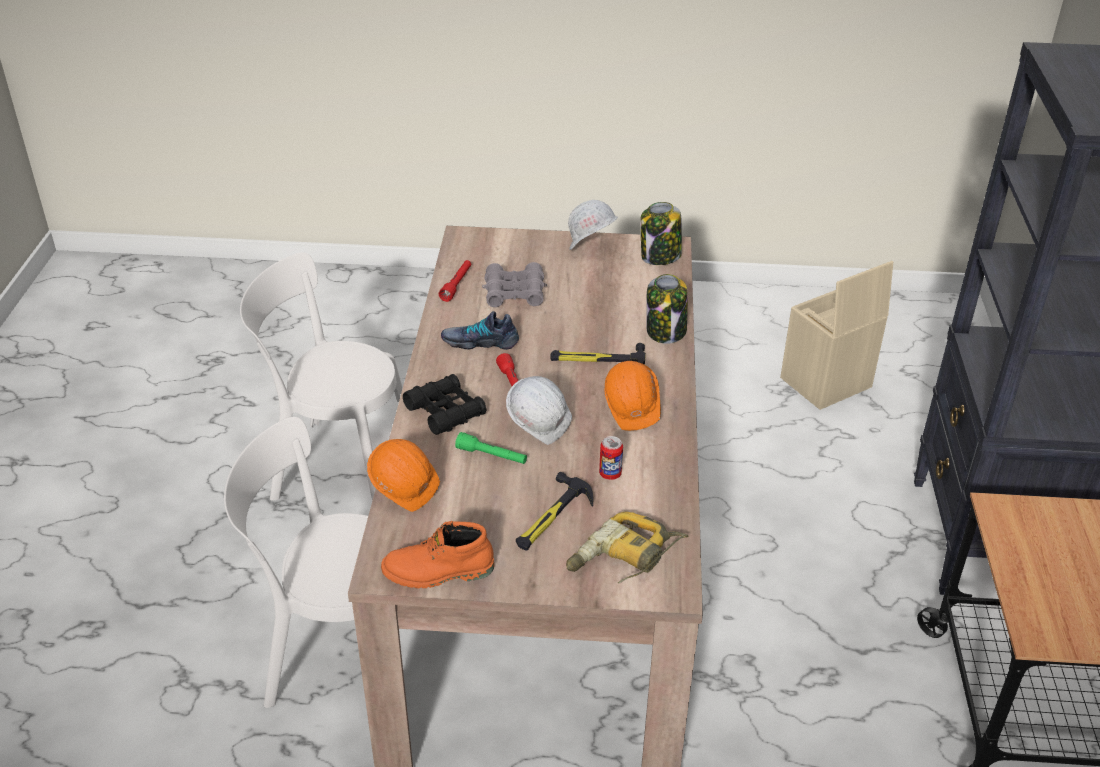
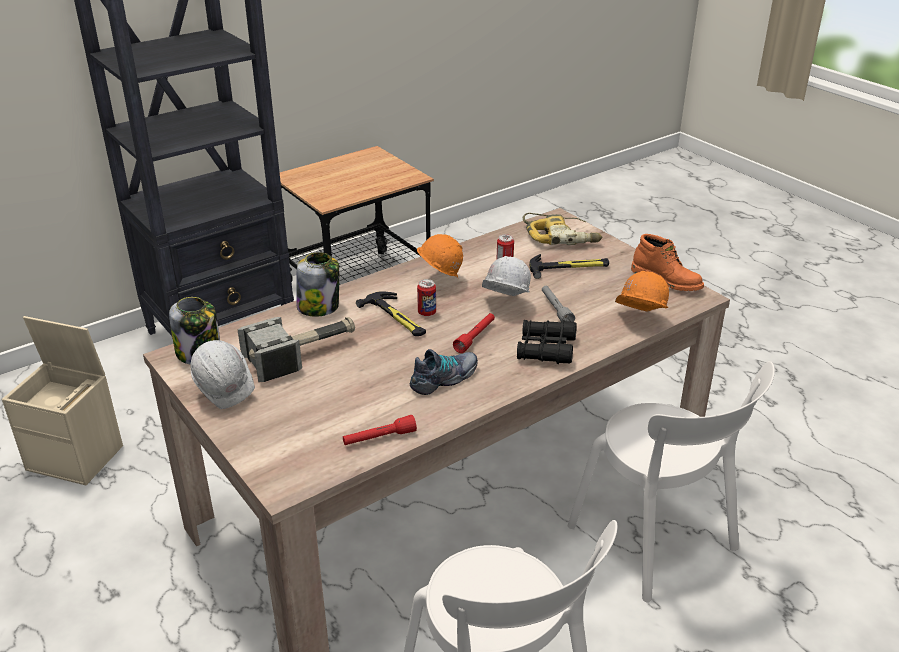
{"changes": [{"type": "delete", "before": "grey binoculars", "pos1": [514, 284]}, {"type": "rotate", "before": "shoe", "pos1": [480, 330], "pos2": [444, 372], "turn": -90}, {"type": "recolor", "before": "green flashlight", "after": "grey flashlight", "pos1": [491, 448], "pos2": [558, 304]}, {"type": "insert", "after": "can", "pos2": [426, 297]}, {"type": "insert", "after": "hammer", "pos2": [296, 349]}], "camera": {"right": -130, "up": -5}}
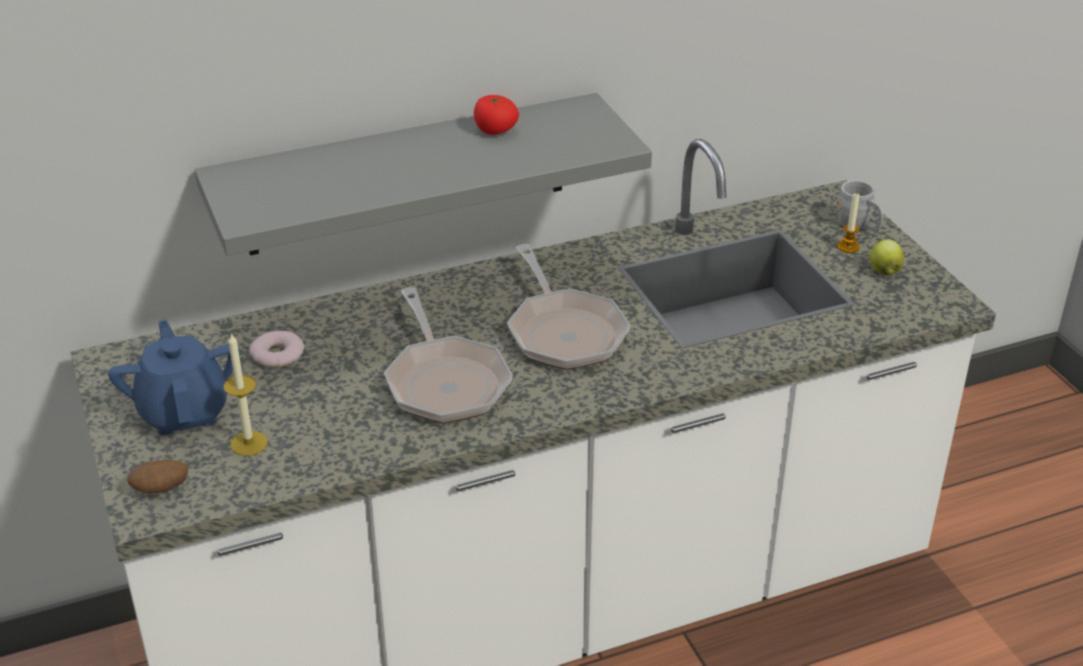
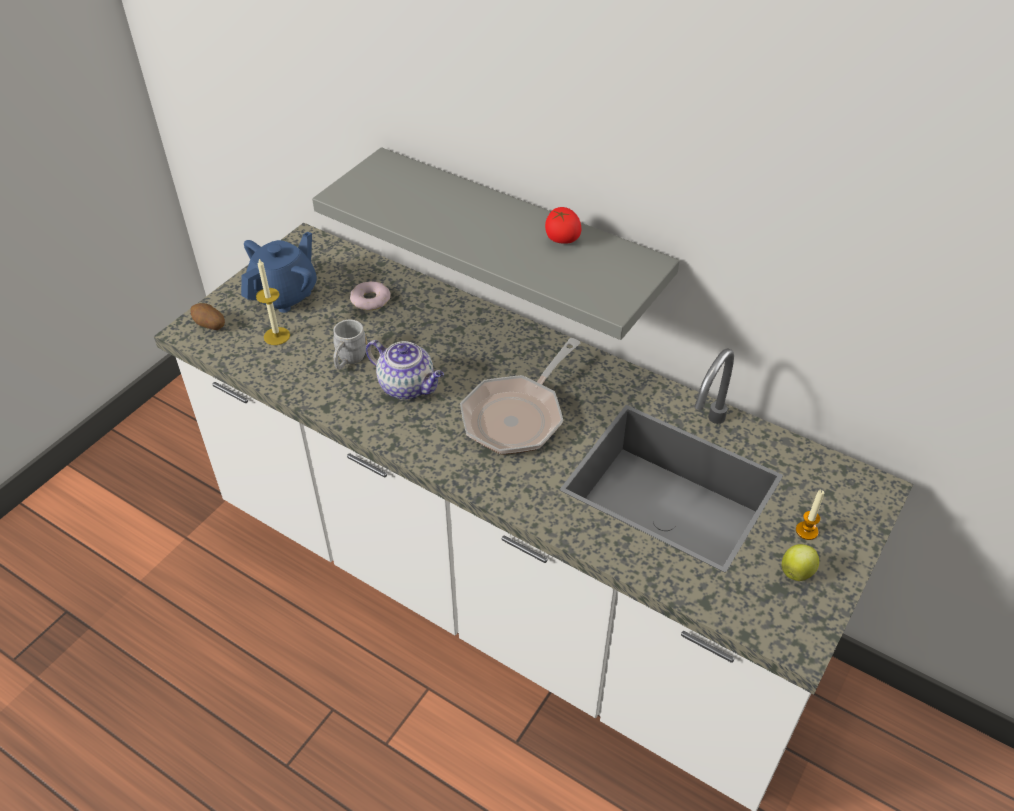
{"changes": [{"type": "move", "before": "grey mug", "pos1": [860, 205], "pos2": [350, 345]}, {"type": "replace", "before": "frying pan", "after": "teapot", "pos1": [448, 355], "pos2": [405, 370]}], "camera": {"right": 55, "up": 10}}
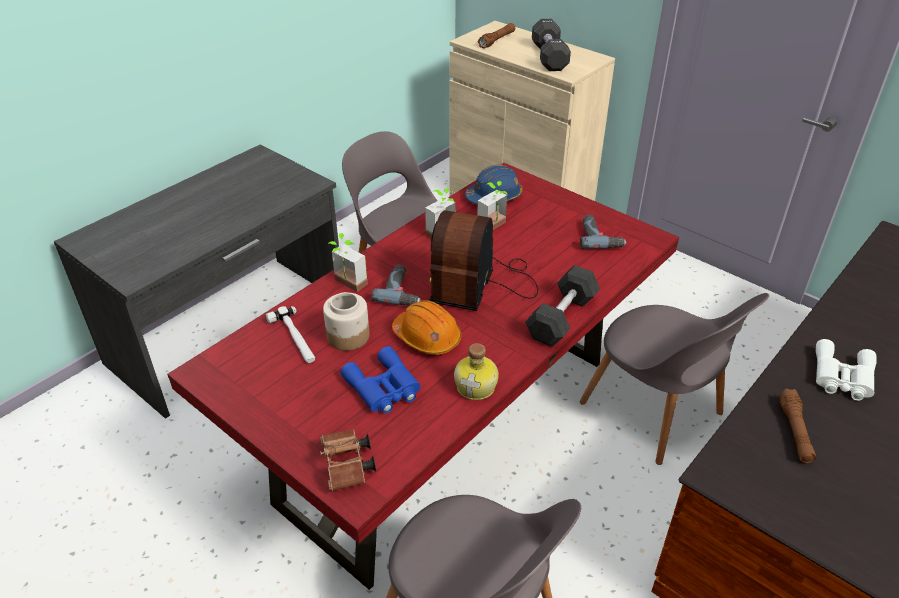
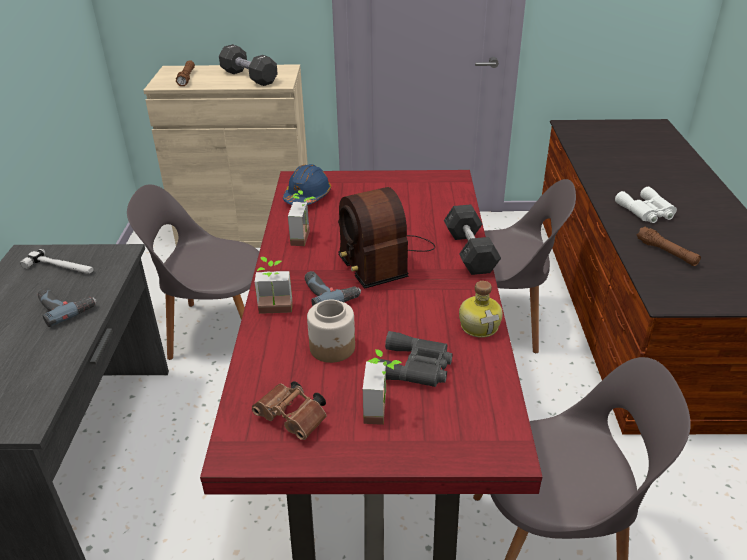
{"changes": [{"type": "move", "before": "potted plant", "pos1": [492, 205], "pos2": [382, 387]}, {"type": "move", "before": "power drill", "pos1": [603, 232], "pos2": [67, 307]}, {"type": "delete", "before": "orange hard hat", "pos1": [427, 327]}, {"type": "move", "before": "hammer", "pos1": [290, 334], "pos2": [57, 261]}, {"type": "recolor", "before": "blue binoculars", "after": "grey binoculars", "pos1": [381, 379], "pos2": [415, 359]}, {"type": "move", "before": "brown binoculars", "pos1": [348, 460], "pos2": [289, 410]}], "camera": {"right": -40, "up": -5}}
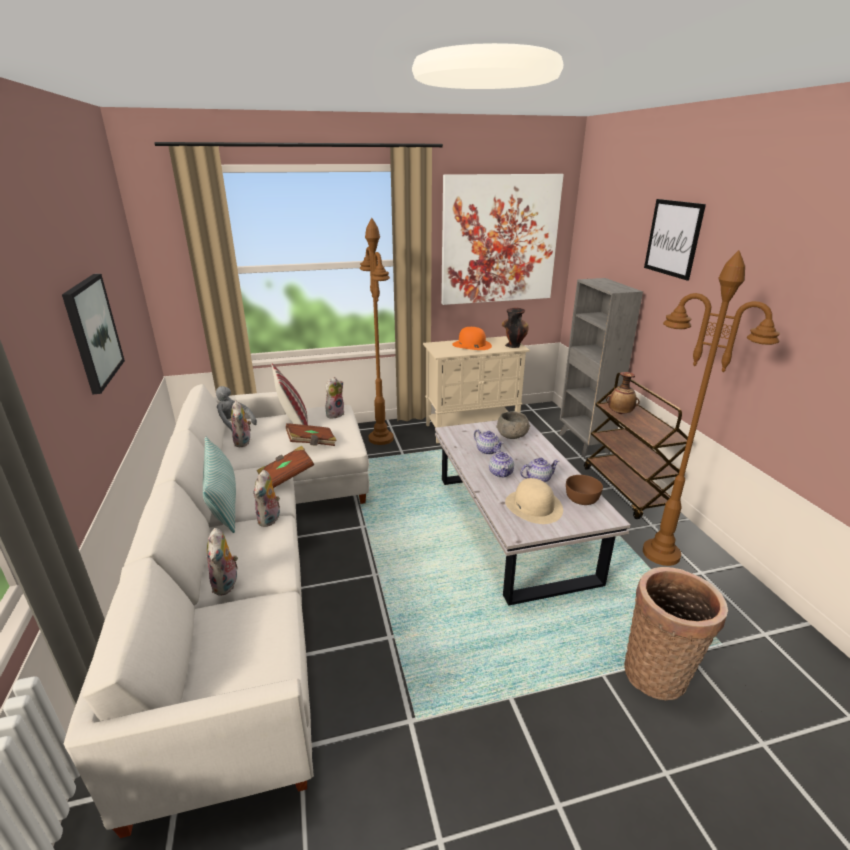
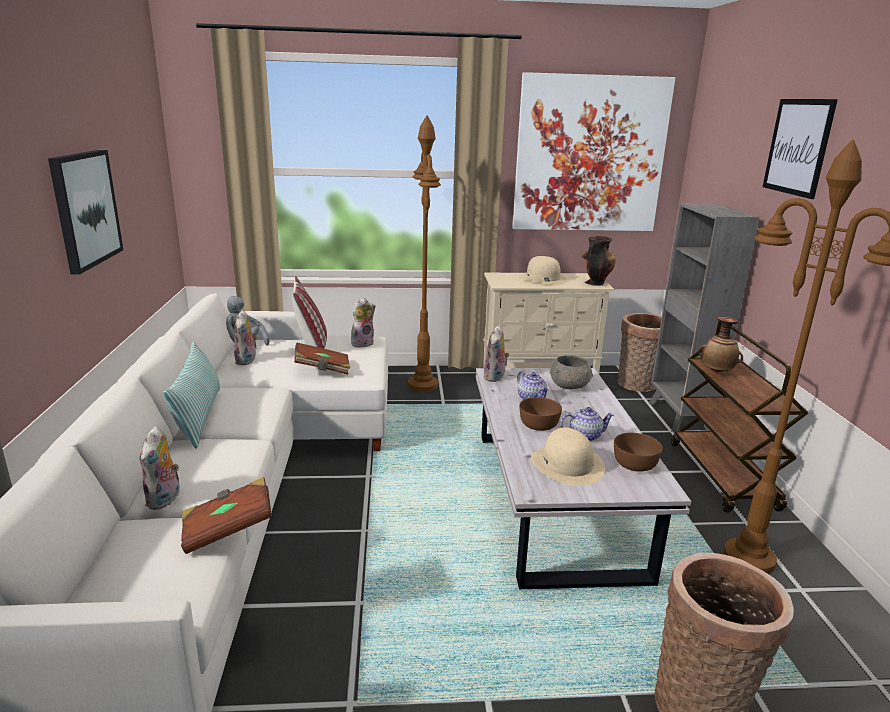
{"changes": [{"type": "recolor", "before": "orange hat", "after": "beige hat", "pos1": [472, 338], "pos2": [543, 270]}, {"type": "move", "before": "brown book", "pos1": [285, 467], "pos2": [226, 515]}, {"type": "replace", "before": "teapot", "after": "brown bowl", "pos1": [501, 463], "pos2": [540, 414]}, {"type": "move", "before": "plush toy", "pos1": [267, 498], "pos2": [496, 353]}, {"type": "insert", "after": "basket", "pos2": [640, 352]}], "camera": {"right": 10, "up": -5}}
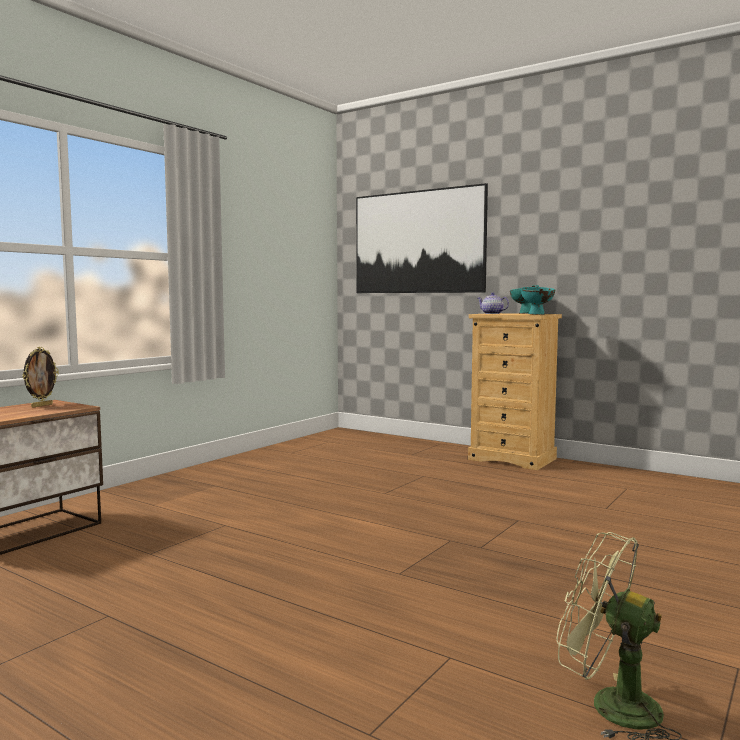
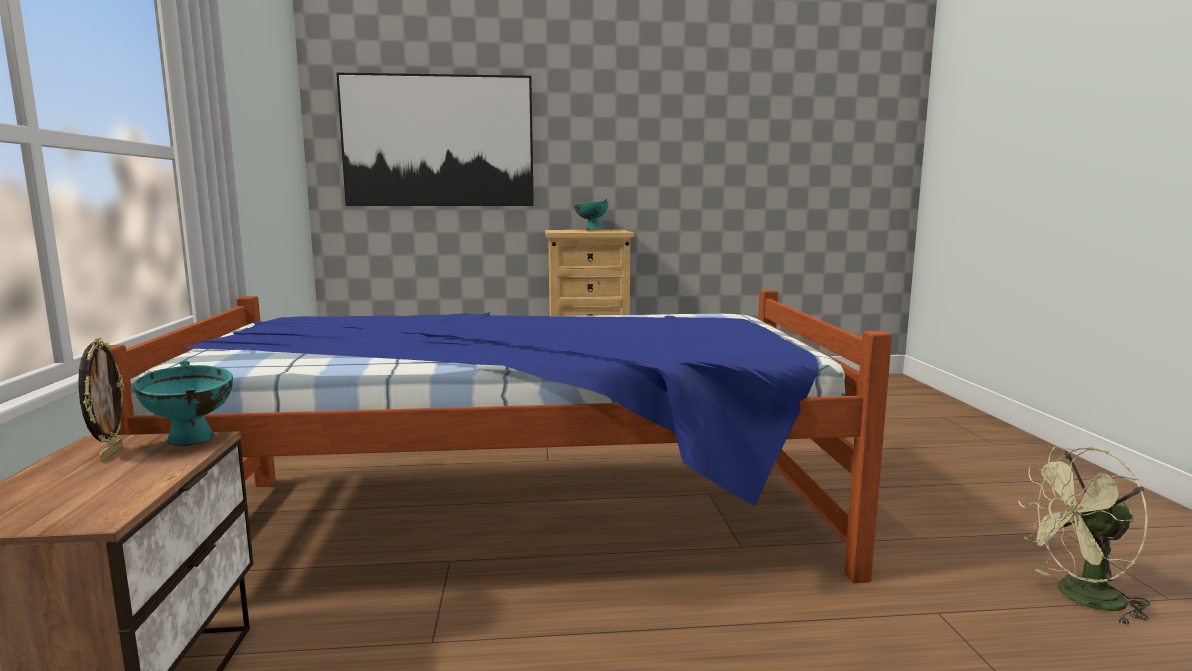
{"changes": [{"type": "move", "before": "turquoise bowl", "pos1": [538, 300], "pos2": [183, 403]}, {"type": "delete", "before": "teapot", "pos1": [493, 303]}, {"type": "insert", "after": "bed", "pos2": [500, 436]}], "camera": {"right": -40, "up": 5}}
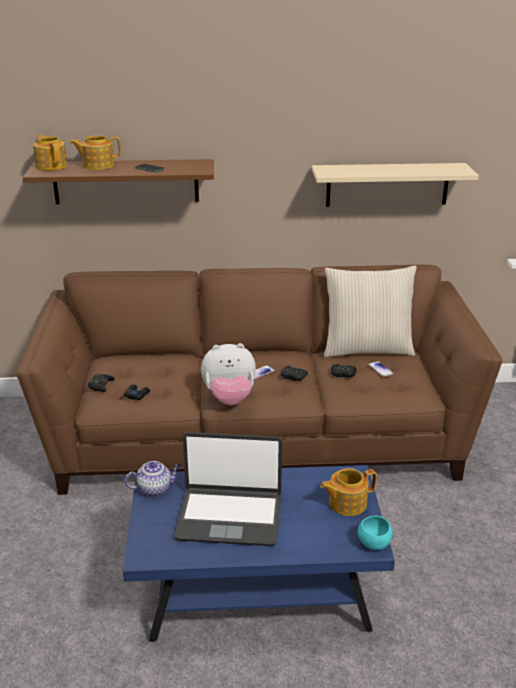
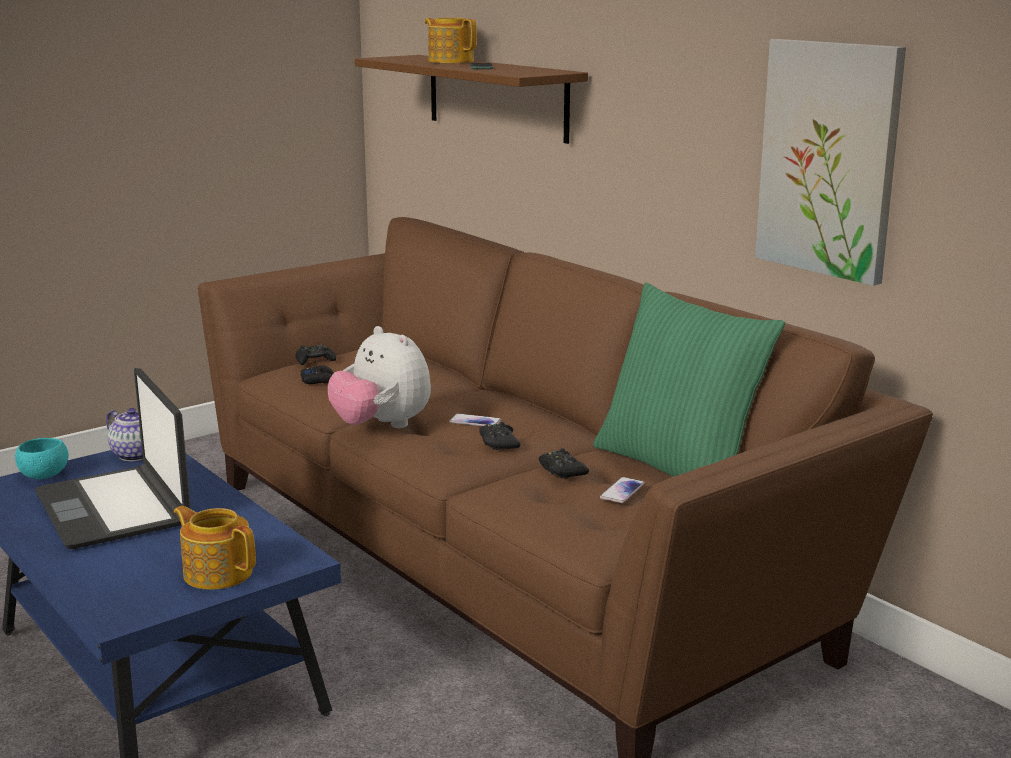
{"changes": [{"type": "delete", "before": "teapot", "pos1": [50, 153]}, {"type": "replace", "before": "beige shelf", "after": "picture", "pos1": [395, 185], "pos2": [830, 162]}, {"type": "recolor", "before": "beige pillow", "after": "green pillow", "pos1": [370, 311], "pos2": [689, 380]}, {"type": "move", "before": "turquoise bowl", "pos1": [375, 533], "pos2": [42, 458]}], "camera": {"right": 55, "up": -10}}
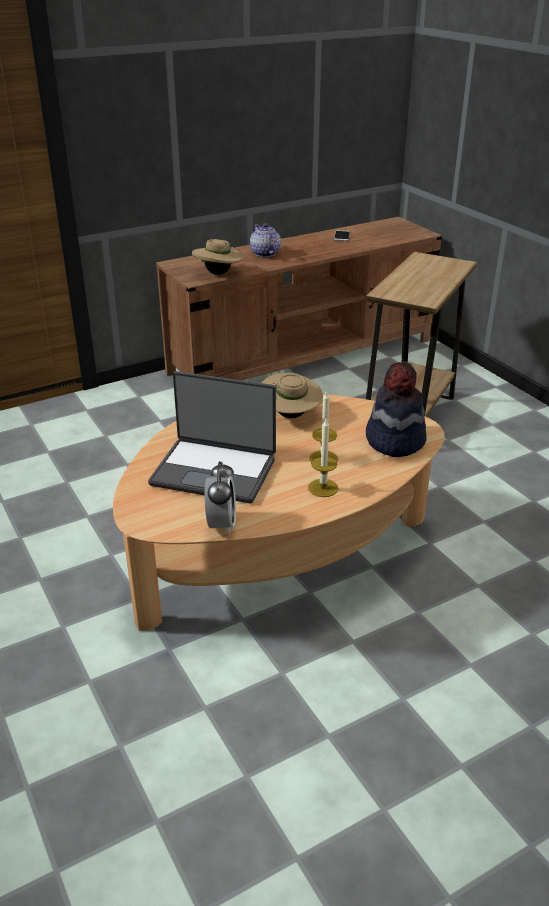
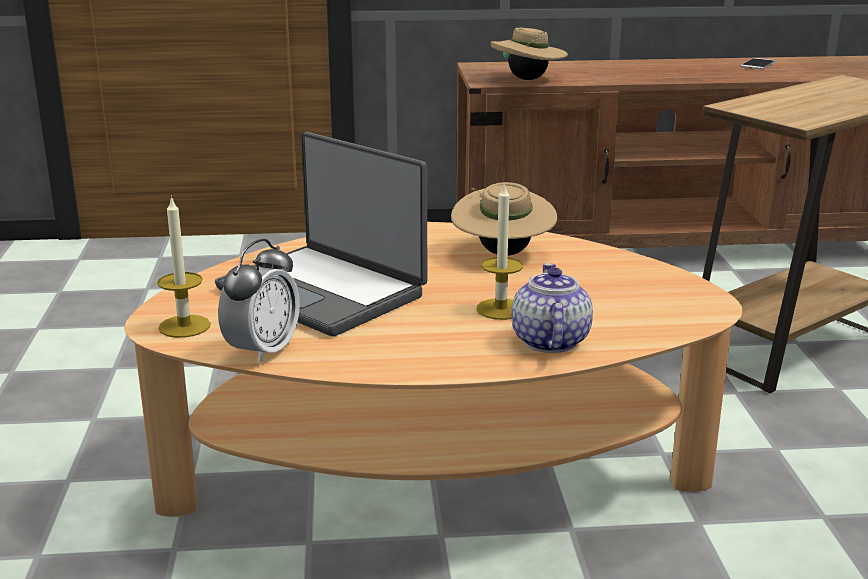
{"changes": [{"type": "move", "before": "teapot", "pos1": [265, 240], "pos2": [552, 308]}, {"type": "delete", "before": "hat", "pos1": [396, 409]}, {"type": "move", "before": "candle", "pos1": [323, 458], "pos2": [184, 267]}], "camera": {"right": 25, "up": -10}}
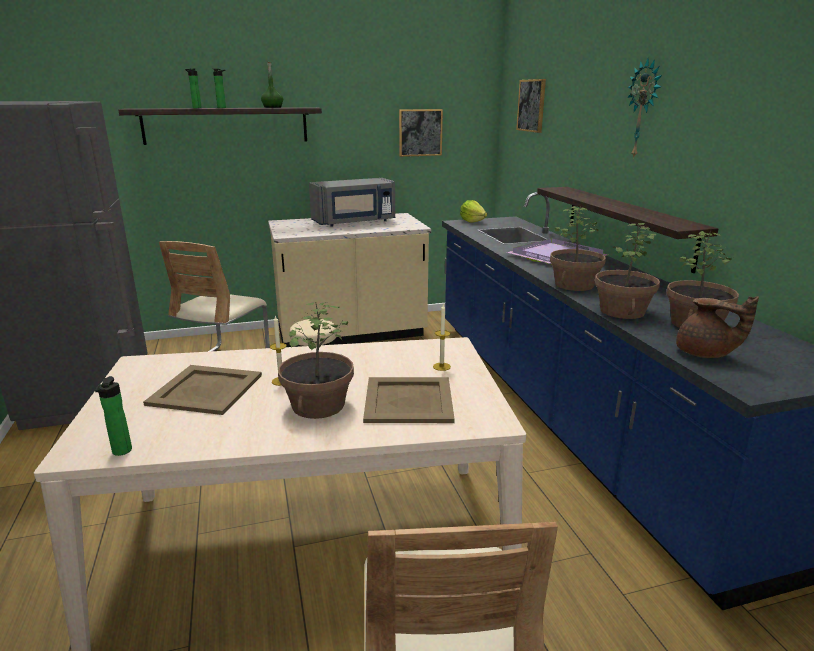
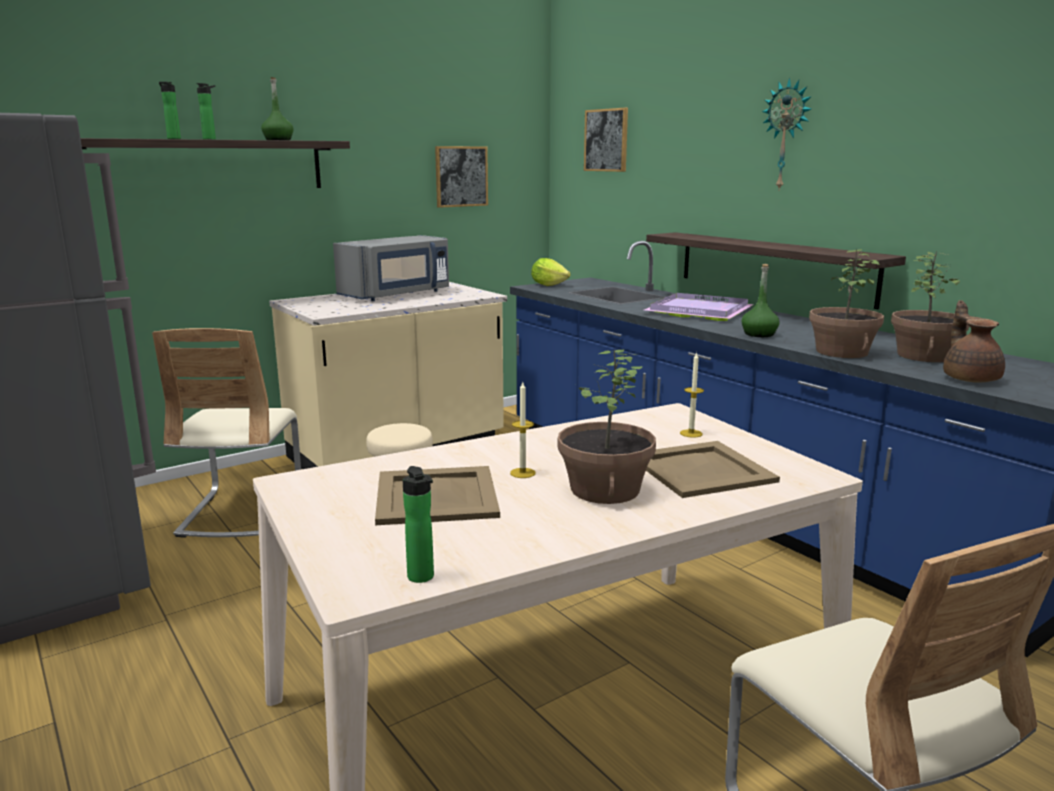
{"changes": [{"type": "replace", "before": "potted plant", "after": "green bottle", "pos1": [578, 248], "pos2": [761, 300]}, {"type": "rotate", "before": "brown teapot", "pos1": [717, 327], "pos2": [974, 341], "turn": -105}], "camera": {"right": -20, "up": -5}}
